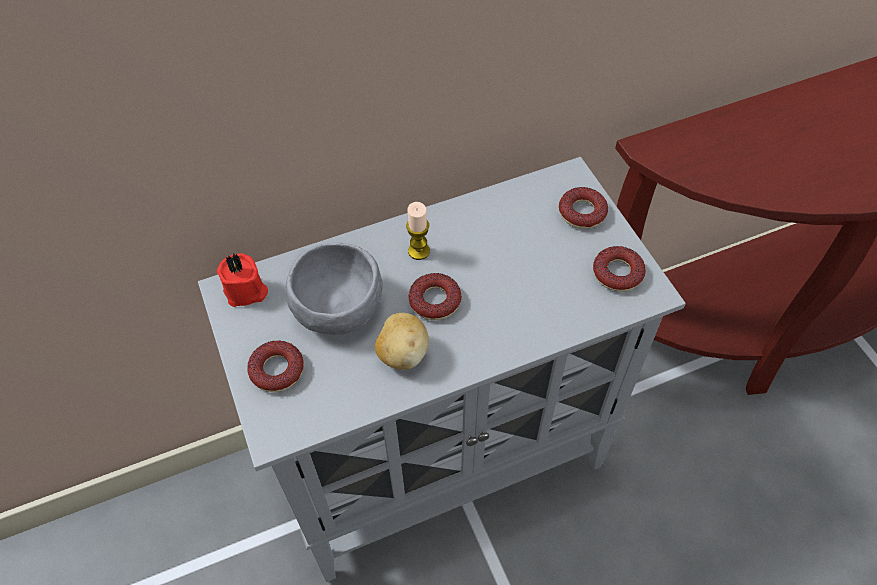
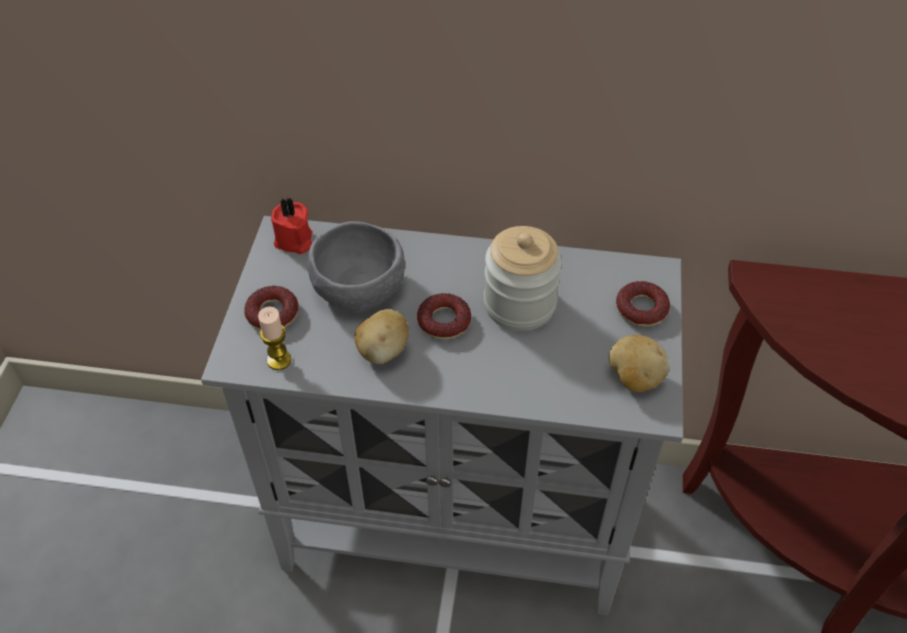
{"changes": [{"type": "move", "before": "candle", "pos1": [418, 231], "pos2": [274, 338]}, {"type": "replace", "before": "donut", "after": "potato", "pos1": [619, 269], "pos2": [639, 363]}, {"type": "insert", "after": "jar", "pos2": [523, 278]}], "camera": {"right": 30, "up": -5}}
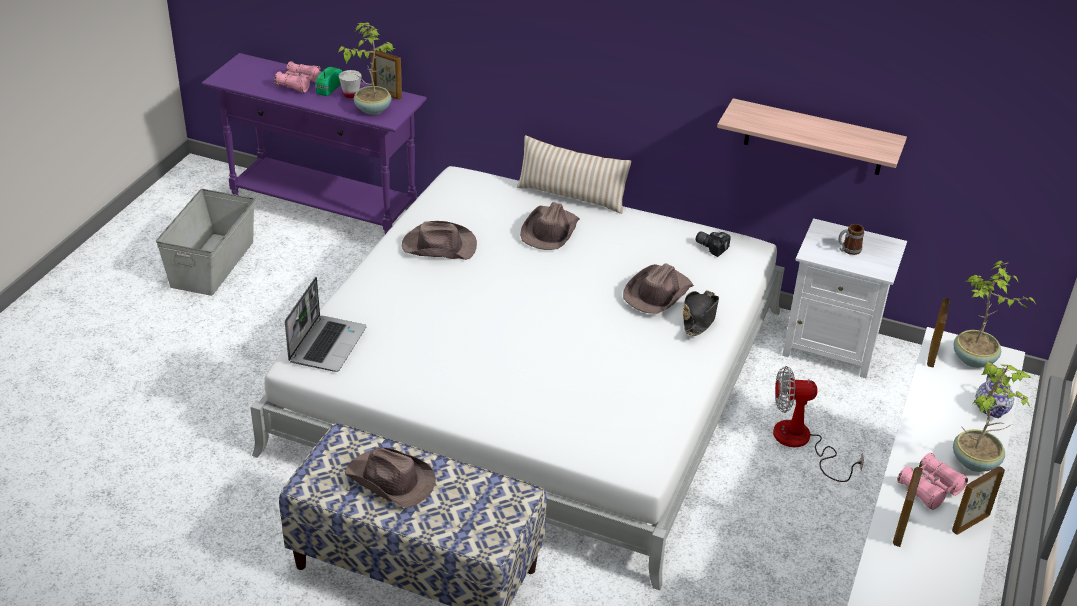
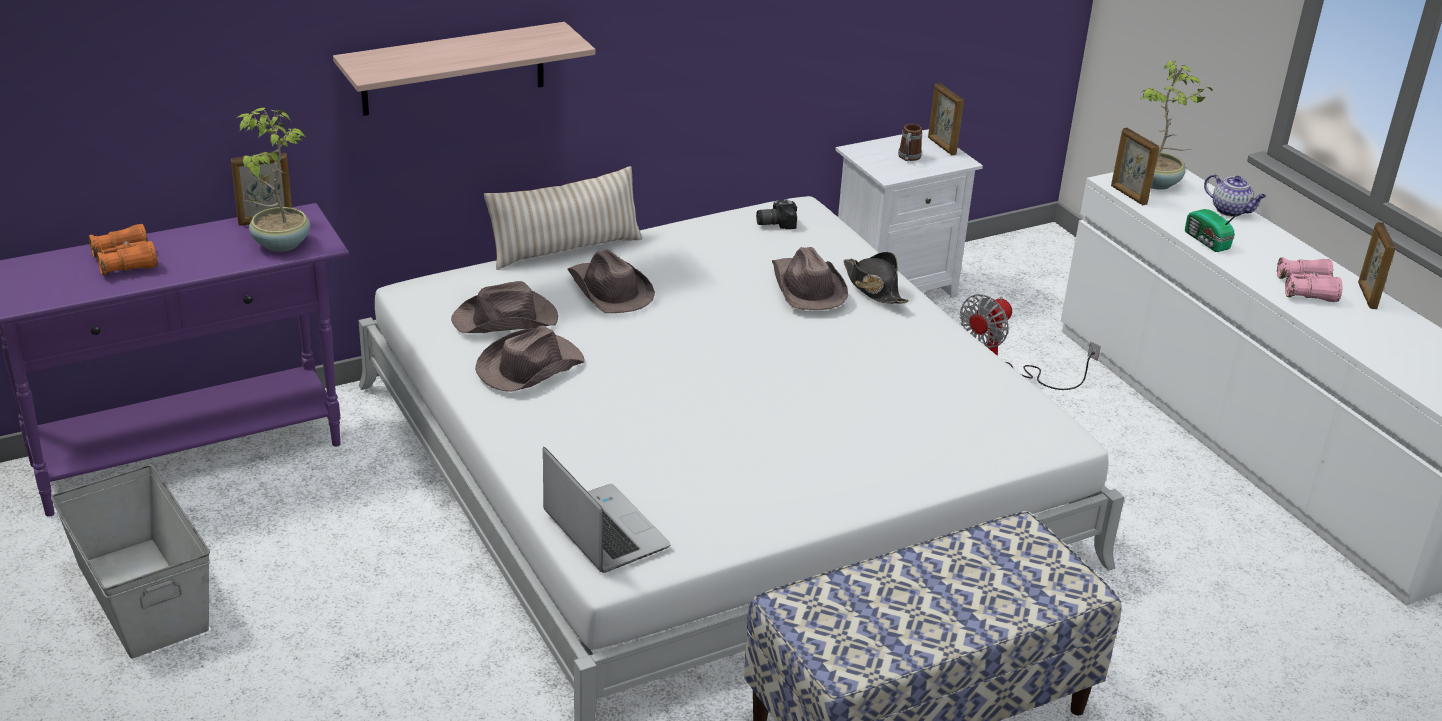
{"changes": [{"type": "recolor", "before": "pink binoculars", "after": "orange binoculars", "pos1": [297, 77], "pos2": [123, 250]}, {"type": "move", "before": "radio", "pos1": [328, 81], "pos2": [1215, 229]}, {"type": "delete", "before": "white cup", "pos1": [350, 84]}, {"type": "move", "before": "shelf", "pos1": [812, 136], "pos2": [464, 69]}, {"type": "delete", "before": "potted plant", "pos1": [992, 416]}, {"type": "move", "before": "brown hat", "pos1": [390, 477], "pos2": [504, 307]}, {"type": "move", "before": "picture frame", "pos1": [908, 507], "pos2": [946, 119]}], "camera": {"right": -50, "up": -5}}
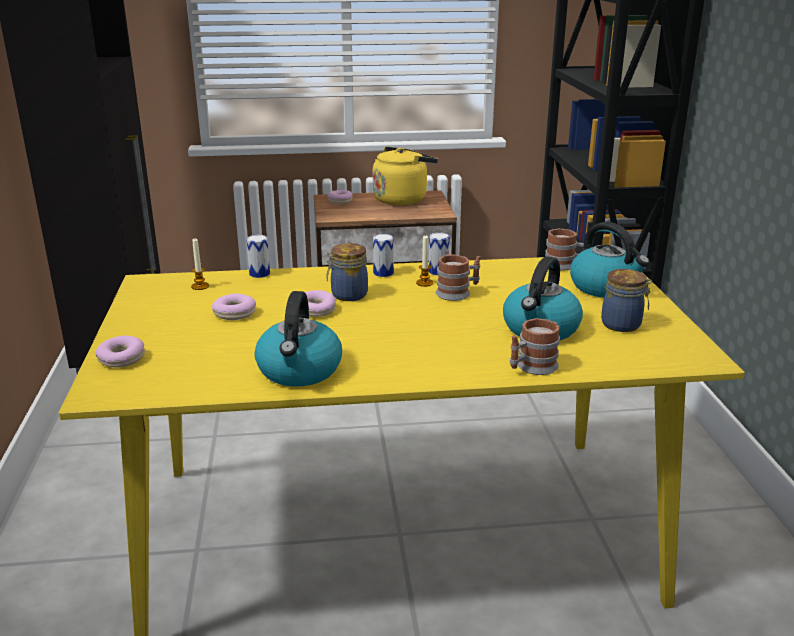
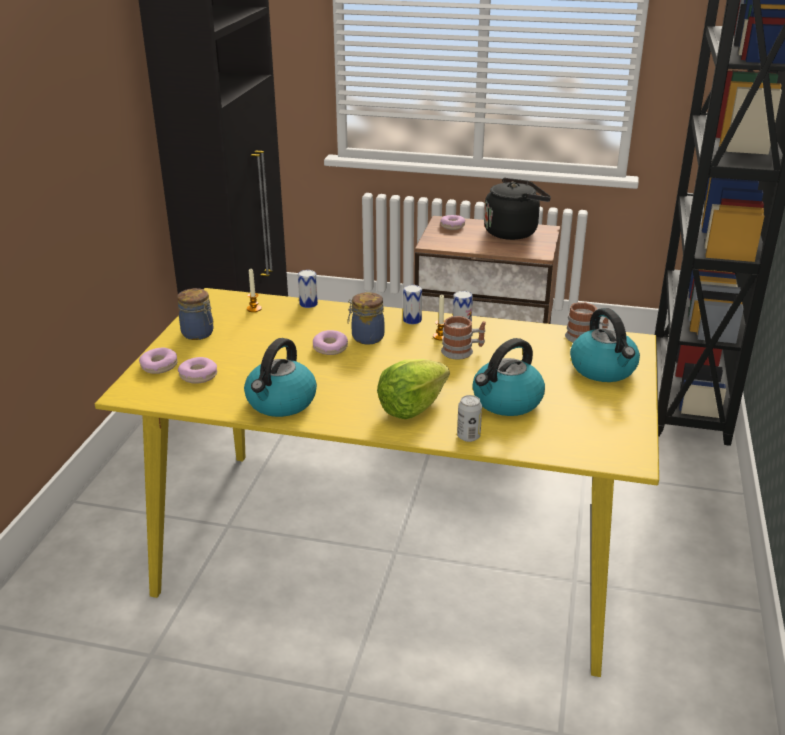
{"changes": [{"type": "recolor", "before": "yellow kettle", "after": "black kettle", "pos1": [405, 176], "pos2": [517, 209]}, {"type": "move", "before": "jar", "pos1": [626, 300], "pos2": [195, 314]}, {"type": "move", "before": "donut", "pos1": [234, 306], "pos2": [197, 370]}, {"type": "replace", "before": "mug", "after": "can", "pos1": [535, 346], "pos2": [469, 418]}, {"type": "insert", "after": "lettuce", "pos2": [413, 389]}], "camera": {"right": 20, "up": 5}}
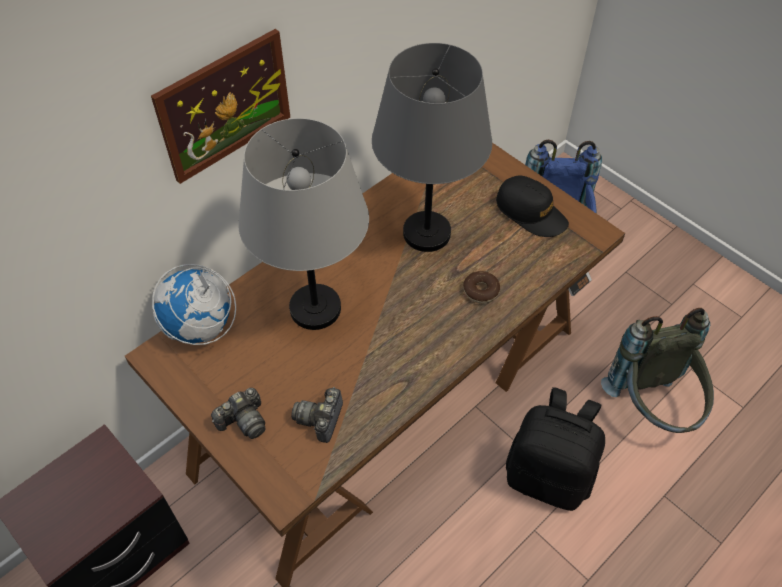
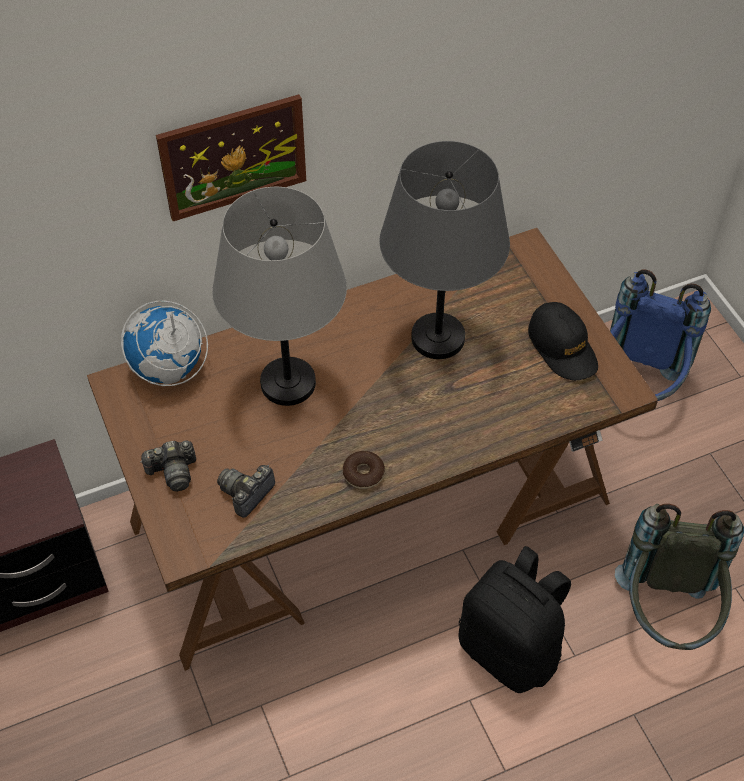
{"changes": [{"type": "move", "before": "donut", "pos1": [481, 287], "pos2": [364, 470]}], "camera": {"right": 20, "up": 0}}
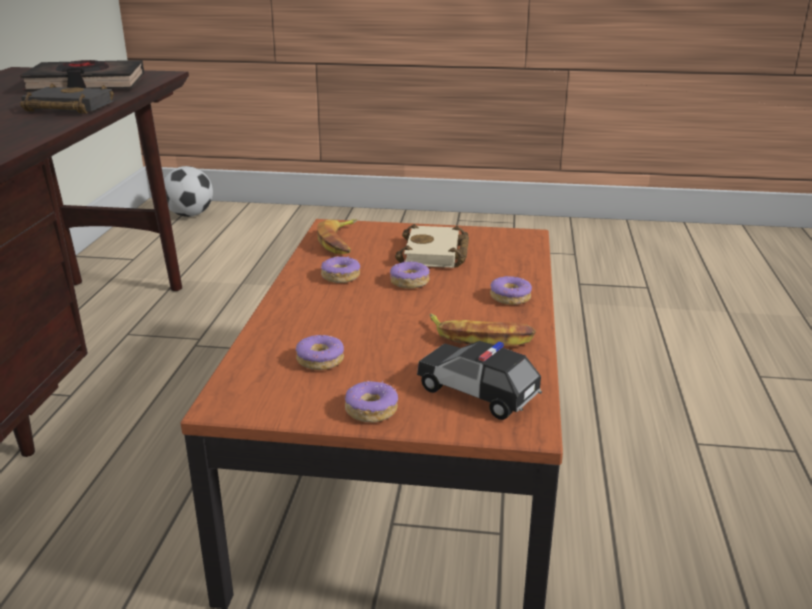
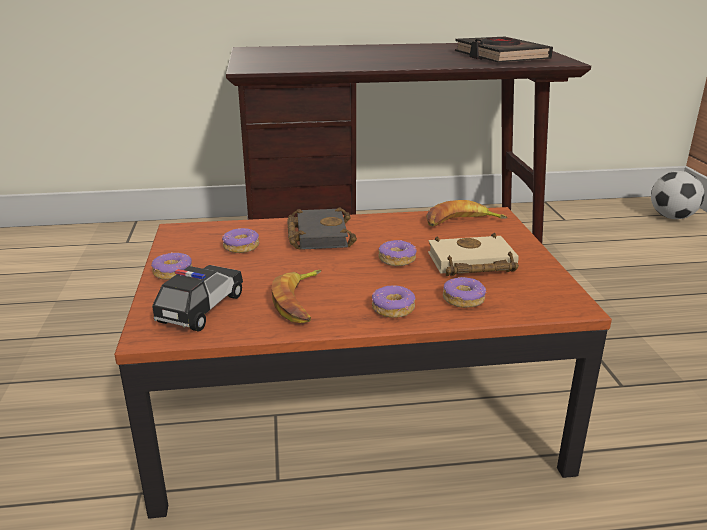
{"changes": [{"type": "move", "before": "black book", "pos1": [67, 98], "pos2": [322, 228]}, {"type": "move", "before": "donut", "pos1": [340, 269], "pos2": [464, 292]}], "camera": {"right": 75, "up": 0}}
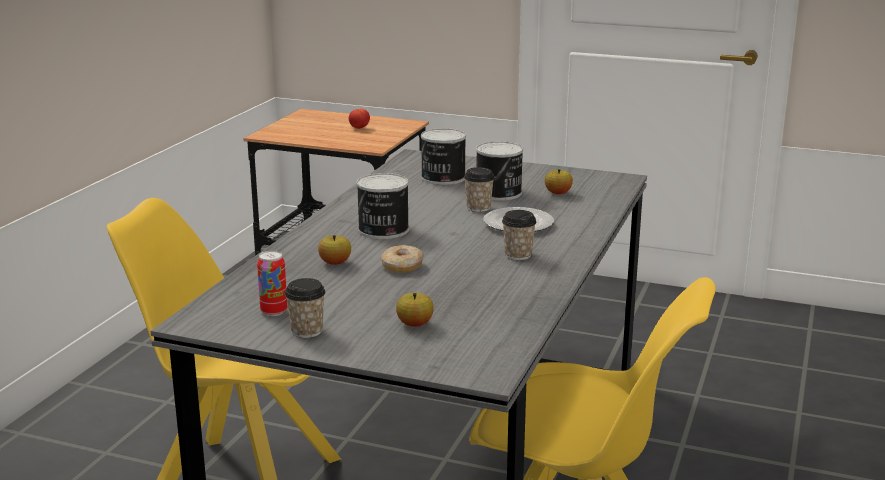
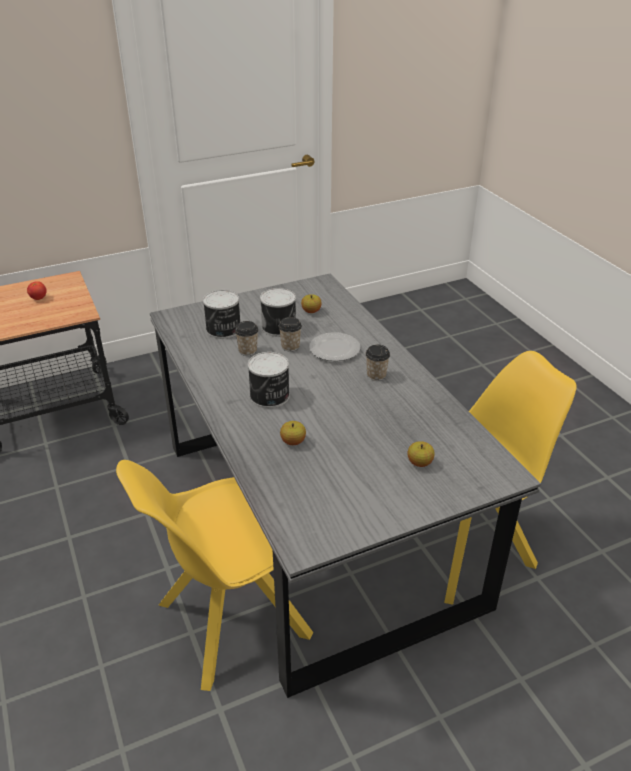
{"changes": [{"type": "delete", "before": "donut", "pos1": [402, 259]}, {"type": "delete", "before": "can", "pos1": [272, 283]}, {"type": "move", "before": "cup", "pos1": [305, 308], "pos2": [246, 338]}], "camera": {"right": -45, "up": 15}}
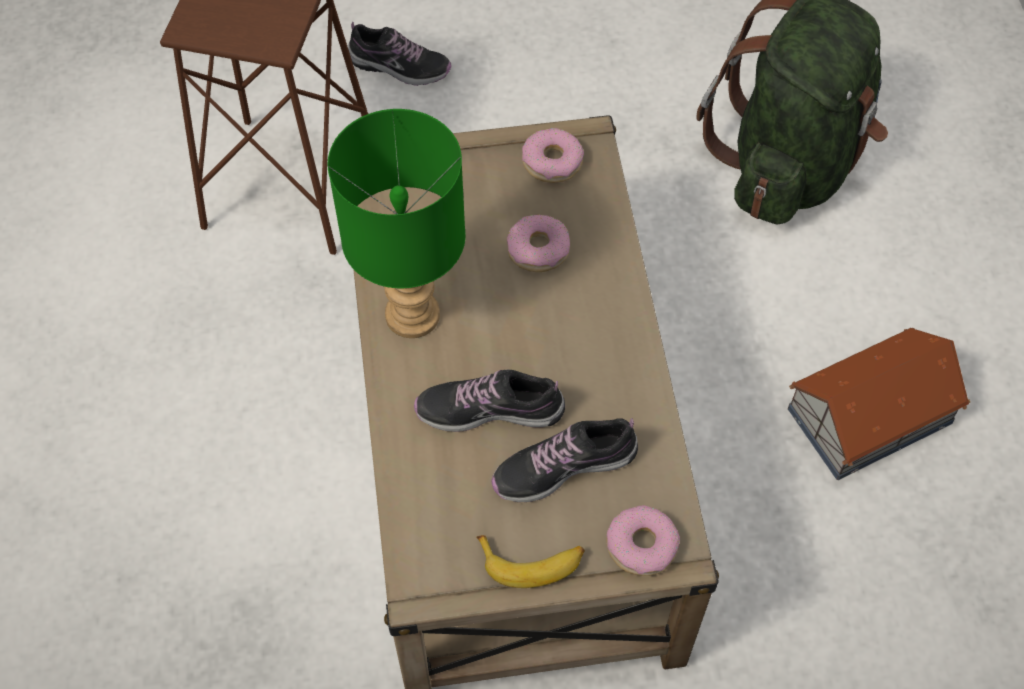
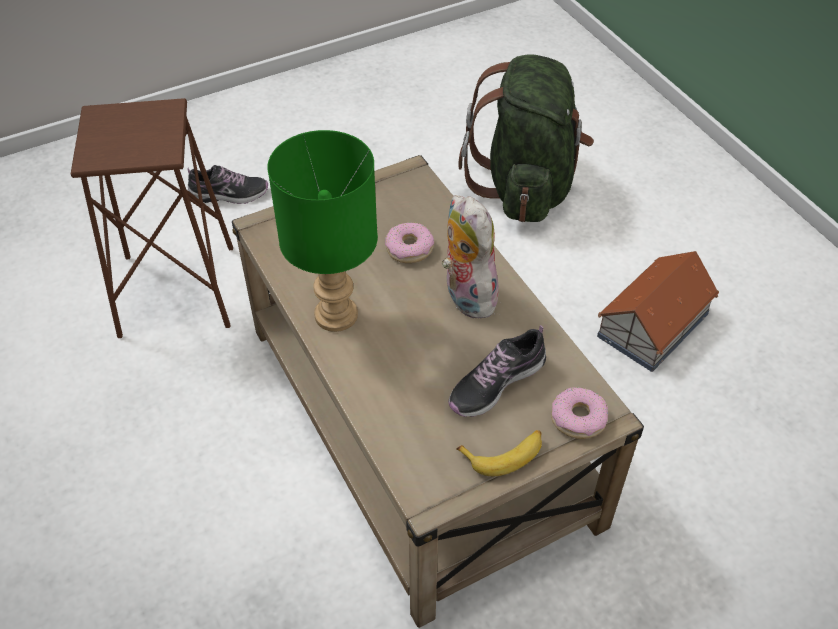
{"changes": [{"type": "delete", "before": "donut", "pos1": [553, 155]}, {"type": "delete", "before": "shoe", "pos1": [489, 400]}, {"type": "insert", "after": "plush toy", "pos2": [471, 256]}], "camera": {"right": -20, "up": -10}}
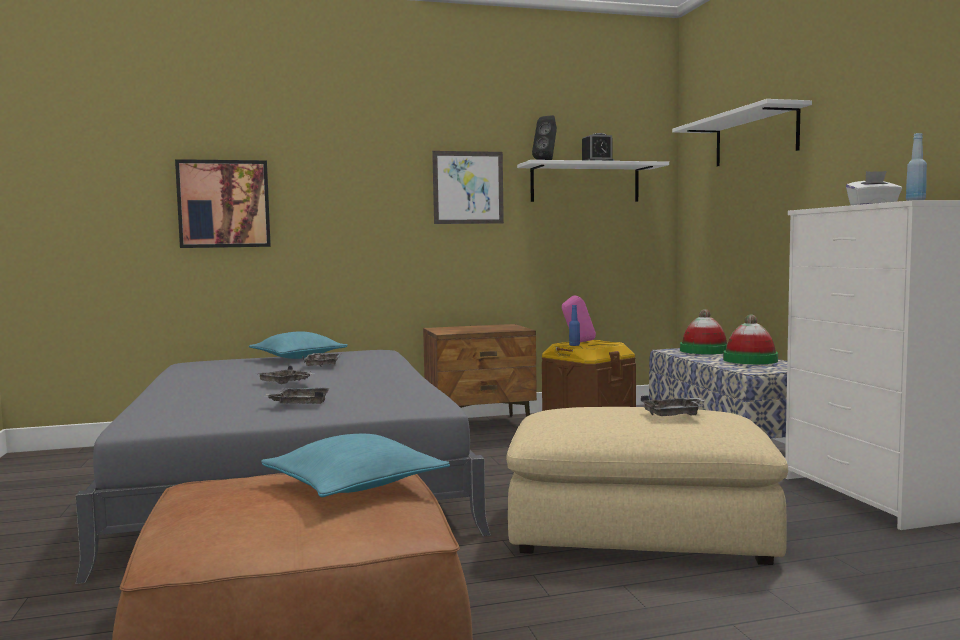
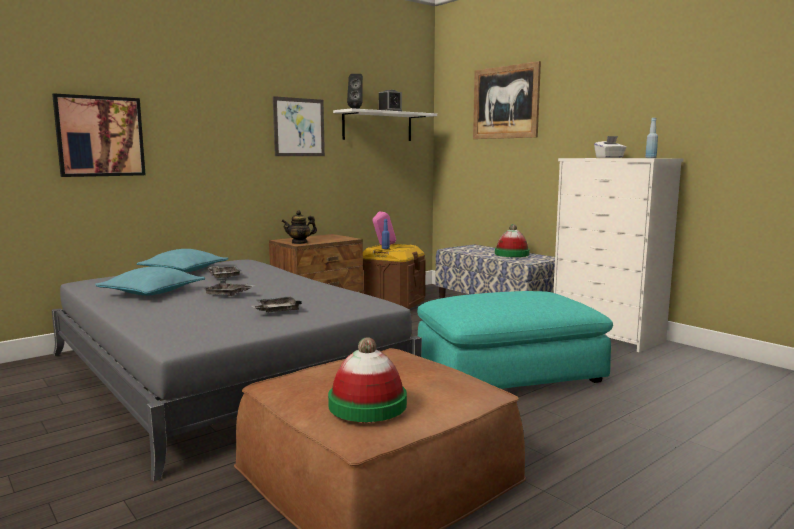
{"changes": [{"type": "replace", "before": "white shelf", "after": "picture", "pos1": [742, 132], "pos2": [507, 100]}, {"type": "move", "before": "hat", "pos1": [703, 331], "pos2": [367, 379]}, {"type": "delete", "before": "grey tray", "pos1": [673, 405]}, {"type": "recolor", "before": "beige ottoman", "after": "turquoise ottoman", "pos1": [647, 486], "pos2": [515, 340]}, {"type": "move", "before": "turquoise pillow", "pos1": [355, 465], "pos2": [150, 280]}, {"type": "insert", "after": "teapot", "pos2": [299, 227]}], "camera": {"right": -25, "up": 5}}
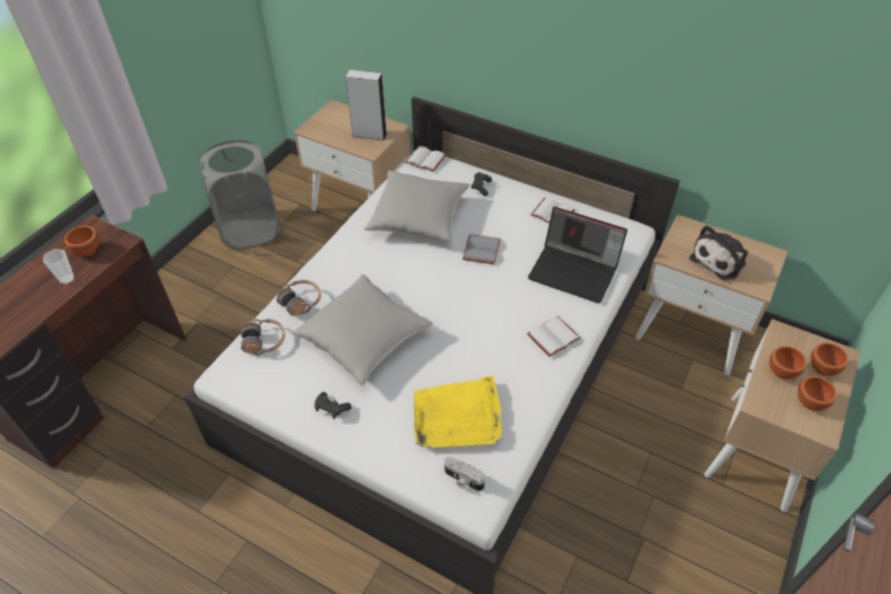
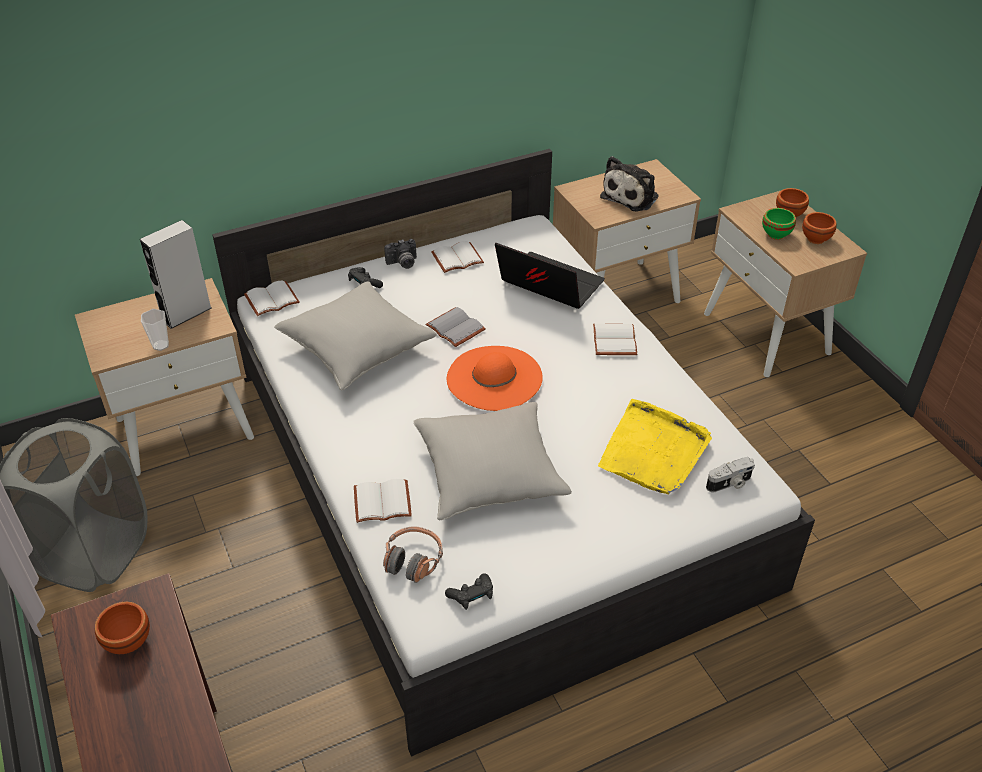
{"changes": [{"type": "rotate", "before": "laptop", "pos1": [577, 255], "pos2": [550, 276], "turn": -120}, {"type": "rotate", "before": "plush toy", "pos1": [718, 252], "pos2": [629, 184], "turn": 45}, {"type": "move", "before": "cup", "pos1": [58, 266], "pos2": [155, 330]}, {"type": "replace", "before": "headphones", "after": "white book", "pos1": [299, 298], "pos2": [383, 501]}, {"type": "recolor", "before": "brown bowl", "after": "green bowl", "pos1": [787, 362], "pos2": [779, 224]}, {"type": "move", "before": "black game controller", "pos1": [333, 405], "pos2": [469, 591]}, {"type": "insert", "after": "photo camera", "pos2": [400, 254]}, {"type": "insert", "after": "orange hat", "pos2": [495, 378]}], "camera": {"right": -55, "up": -5}}
